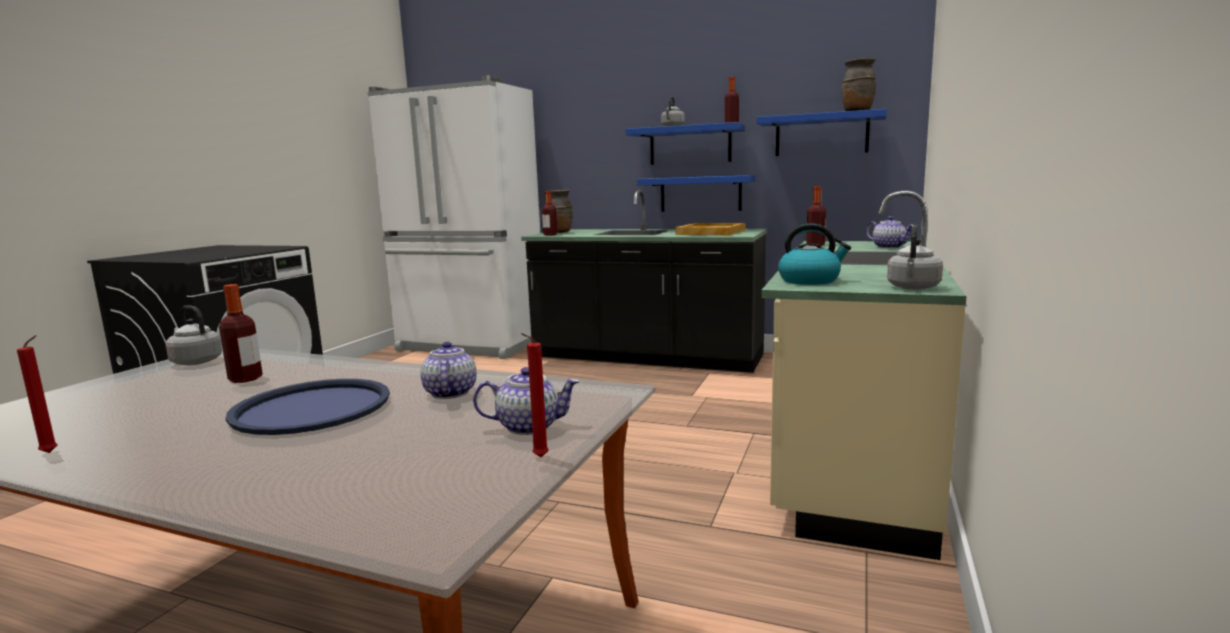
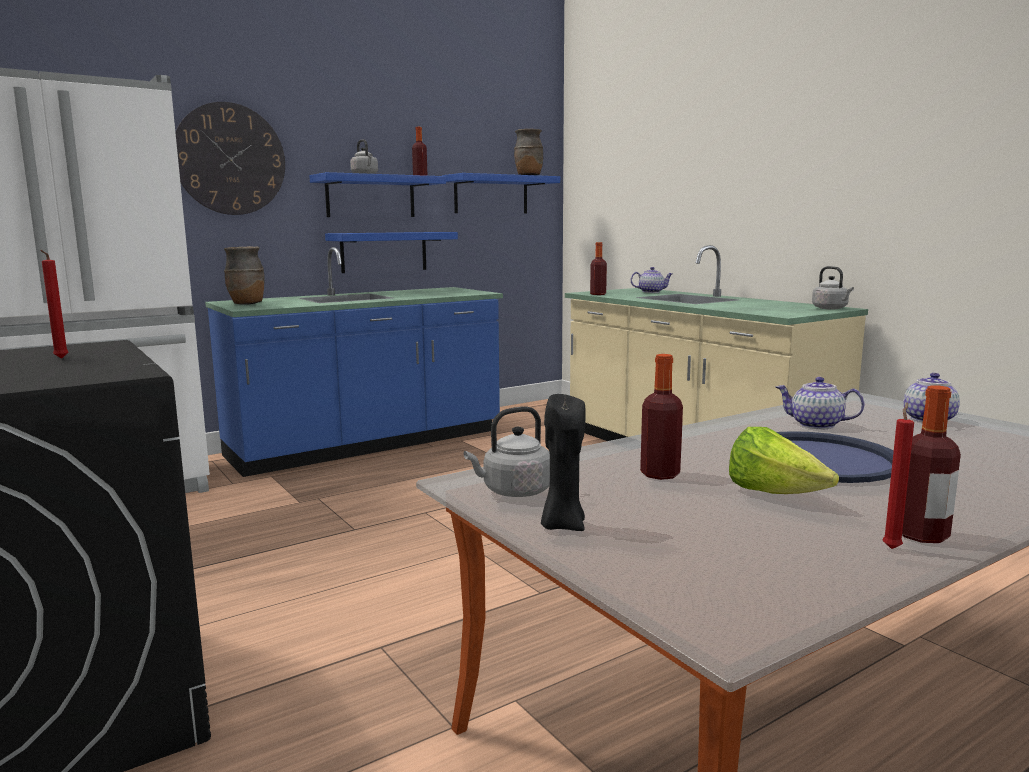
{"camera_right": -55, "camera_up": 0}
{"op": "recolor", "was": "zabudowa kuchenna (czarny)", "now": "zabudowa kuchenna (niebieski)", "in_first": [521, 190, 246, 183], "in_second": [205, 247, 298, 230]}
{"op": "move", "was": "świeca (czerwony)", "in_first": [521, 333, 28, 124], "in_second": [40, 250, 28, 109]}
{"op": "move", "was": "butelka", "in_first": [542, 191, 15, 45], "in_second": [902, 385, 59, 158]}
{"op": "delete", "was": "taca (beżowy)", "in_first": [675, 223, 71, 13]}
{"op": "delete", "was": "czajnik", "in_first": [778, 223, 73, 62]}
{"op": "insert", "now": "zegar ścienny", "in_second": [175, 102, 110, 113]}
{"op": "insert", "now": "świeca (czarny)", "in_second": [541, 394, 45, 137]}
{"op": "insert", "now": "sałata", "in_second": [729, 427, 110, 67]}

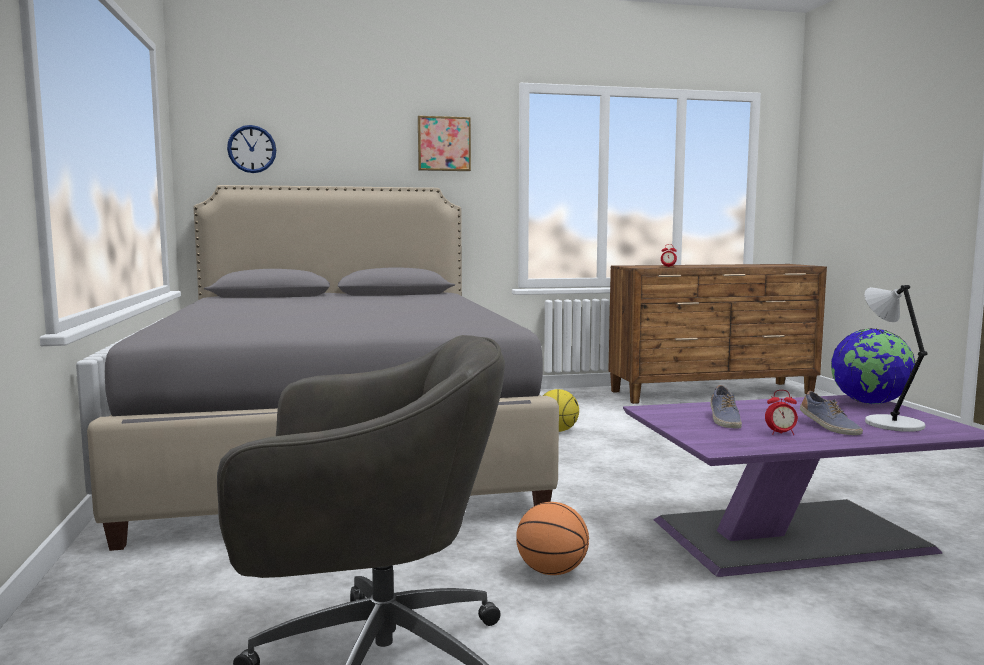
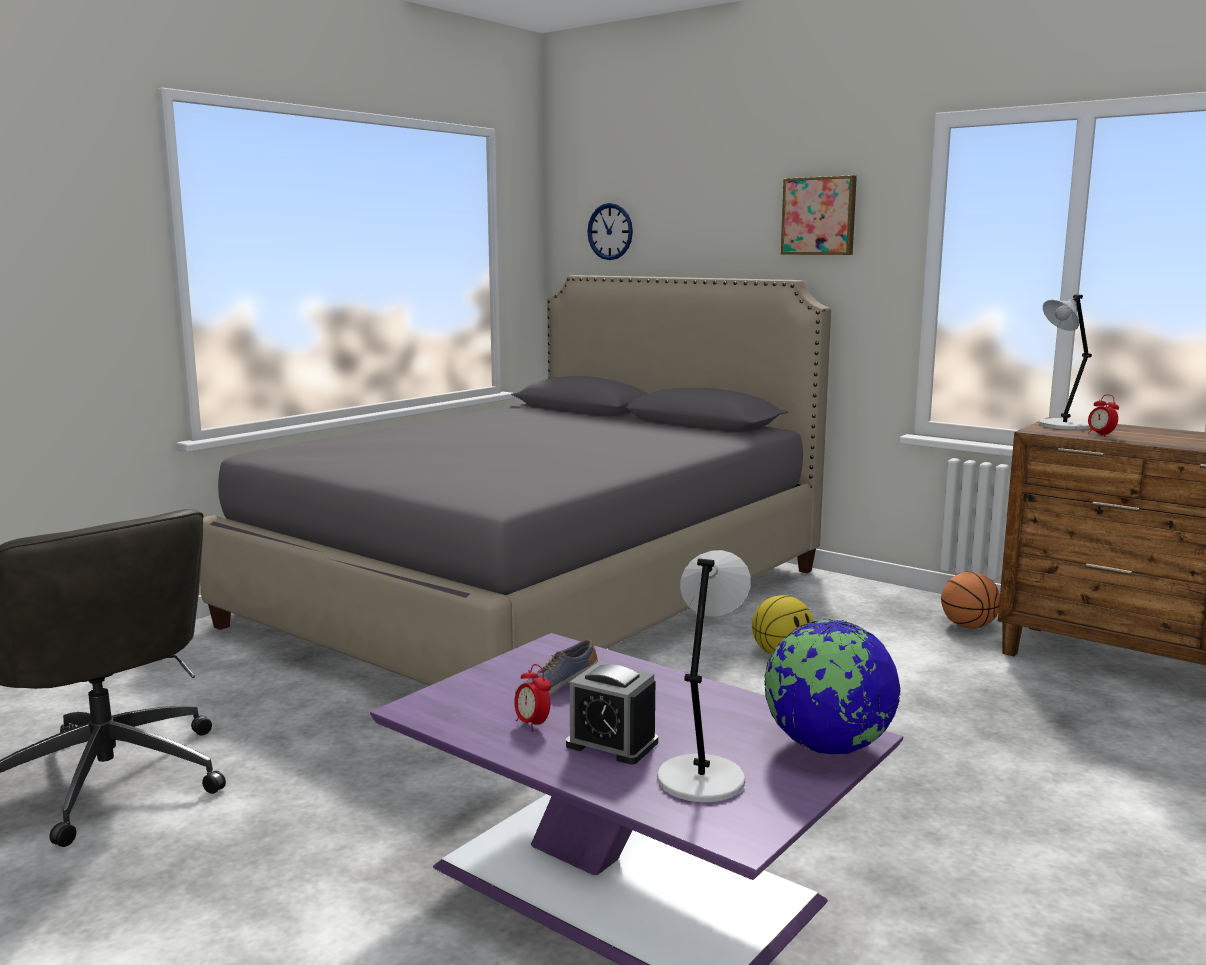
{"camera_right": 50, "camera_up": 5}
{"op": "move", "was": "piłka do koszykówki", "in_first": [516, 502, 73, 73], "in_second": [941, 572, 59, 57]}
{"op": "replace", "was": "but", "now": "budzik", "in_first": [800, 391, 63, 44], "in_second": [566, 662, 92, 102]}
{"op": "insert", "now": "lampa stołowa (szary)", "in_second": [1039, 294, 53, 136]}

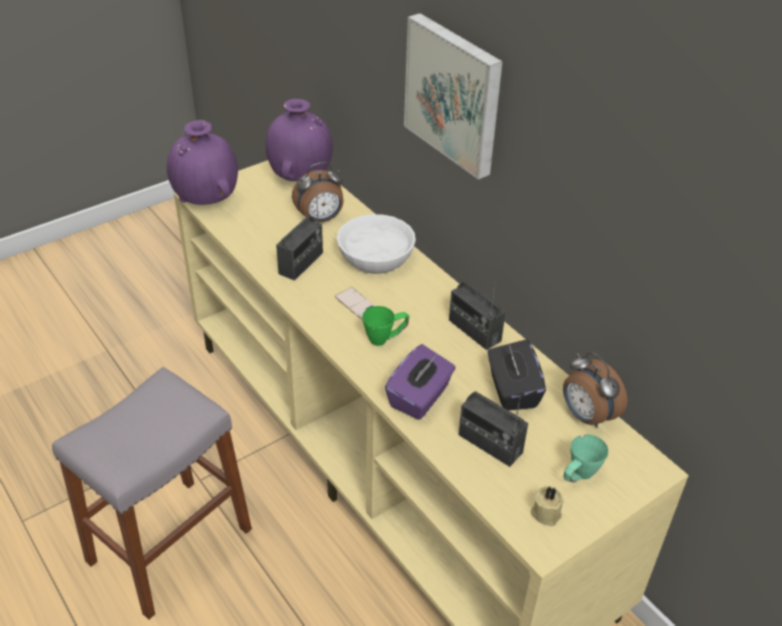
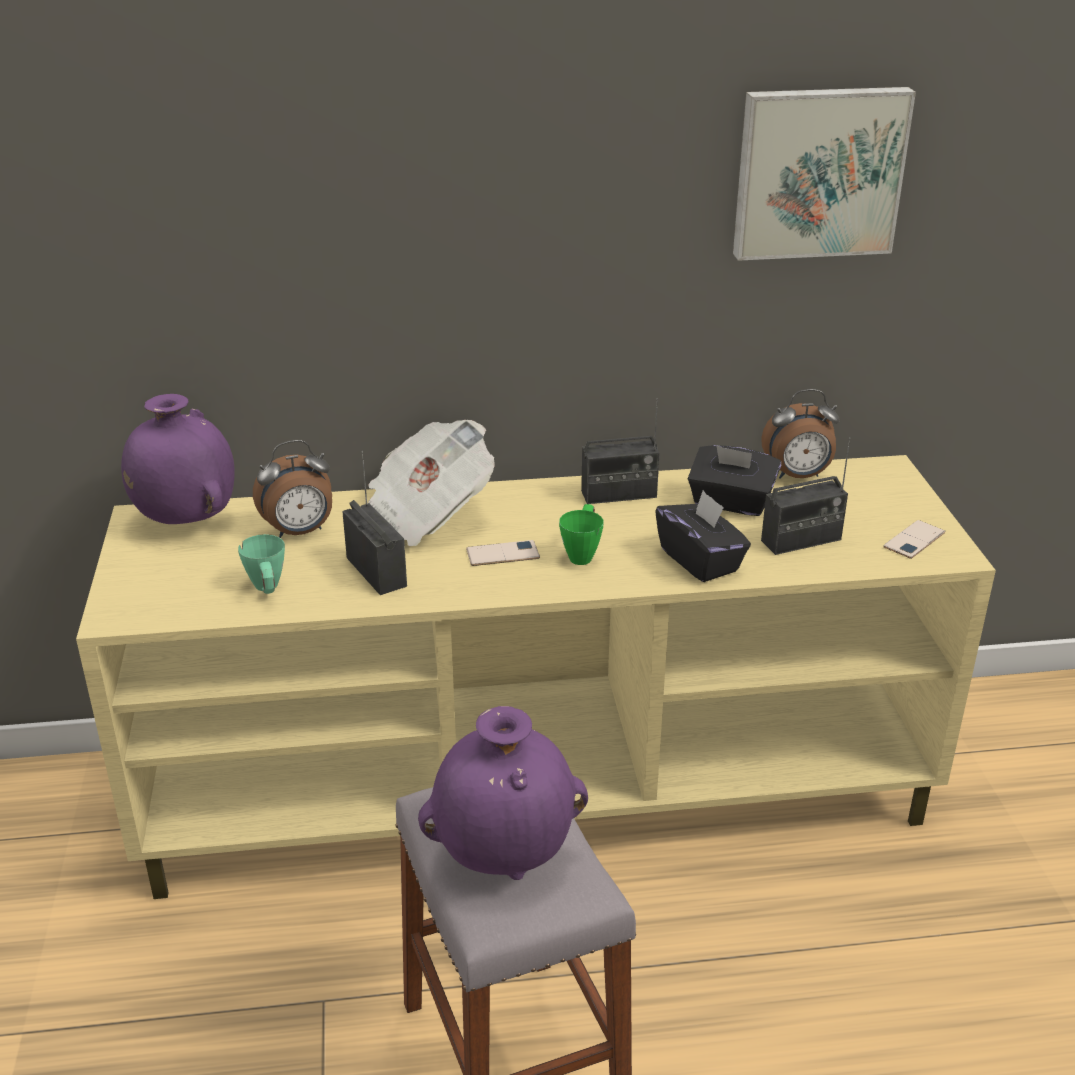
{"camera_right": -60, "camera_up": -10}
{"op": "move", "was": "wazon (fioletowy)", "in_first": [167, 120, 71, 85], "in_second": [418, 706, 170, 174]}
{"op": "rotate", "was": "budzik", "in_first": [292, 162, 52, 60], "in_second": [253, 440, 79, 98], "clockwise": 60}
{"op": "replace", "was": "miska (biały)", "now": "gazeta", "in_first": [337, 214, 79, 60], "in_second": [367, 420, 128, 126]}
{"op": "recolor", "was": "pudełko chusteczek (fioletowy)", "now": "pudełko chusteczek (czarny)", "in_first": [385, 344, 71, 76], "in_second": [655, 490, 96, 92]}
{"op": "move", "was": "obraz", "in_first": [404, 13, 99, 167], "in_second": [733, 87, 183, 174]}
{"op": "replace", "was": "świeca (beżowy)", "now": "telefon", "in_first": [530, 486, 34, 40], "in_second": [883, 520, 62, 39]}
{"op": "move", "was": "kubek (zielony)", "in_first": [563, 434, 46, 49], "in_second": [238, 534, 47, 60]}

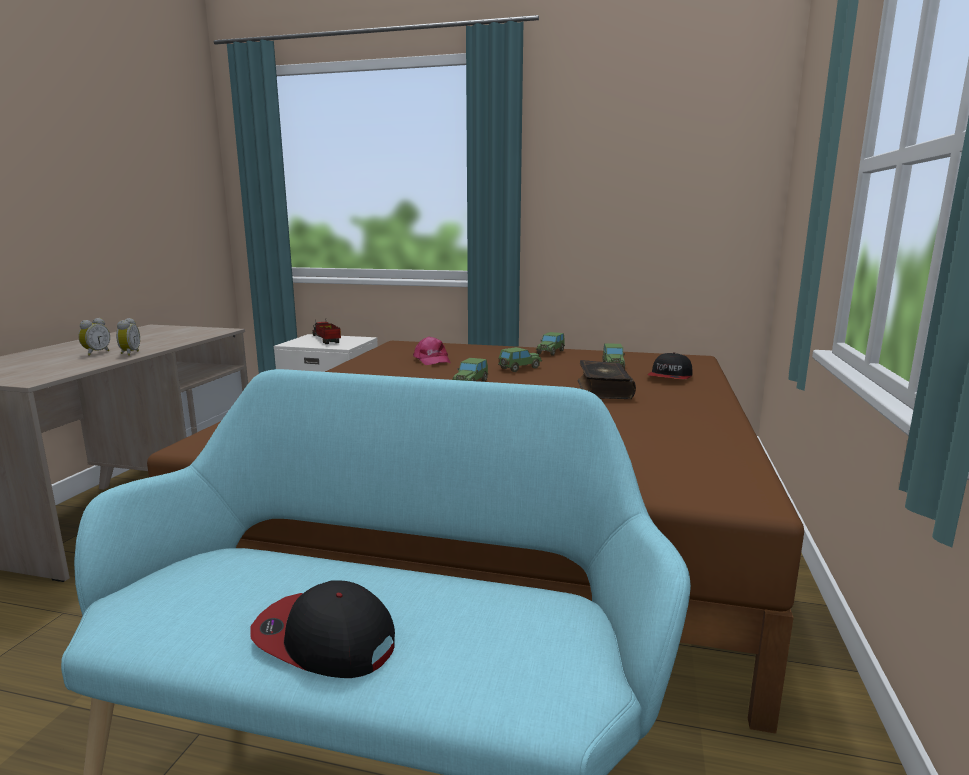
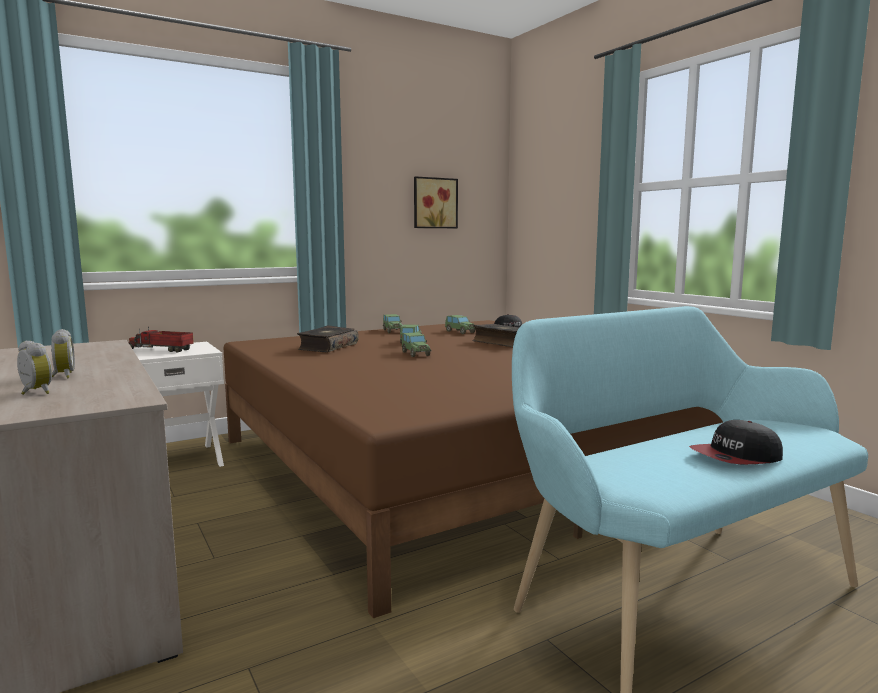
{"camera_right": -45, "camera_up": -5}
{"op": "move", "was": "budzik", "in_first": [116, 318, 24, 38], "in_second": [17, 340, 35, 55]}
{"op": "replace", "was": "czapka z daszkiem (różowy)", "now": "książka", "in_first": [413, 336, 38, 29], "in_second": [297, 325, 62, 28]}
{"op": "insert", "now": "obraz", "in_second": [414, 176, 44, 52]}

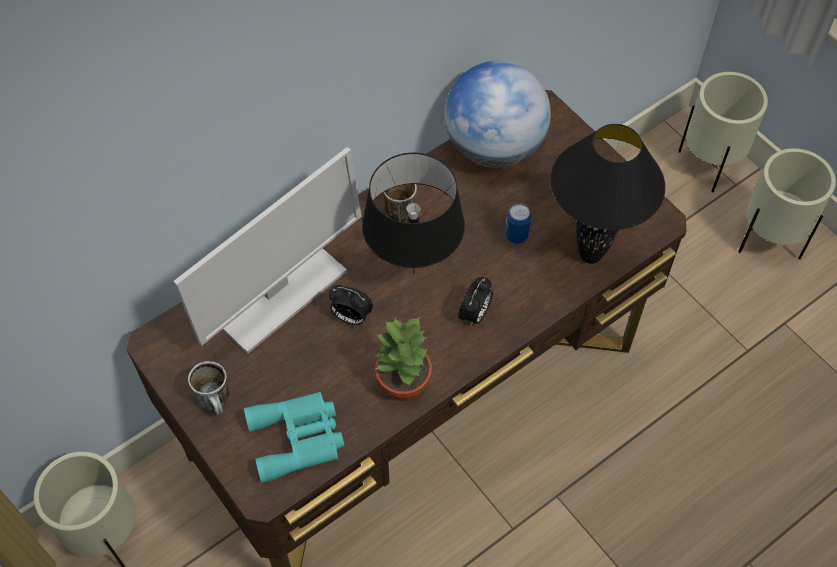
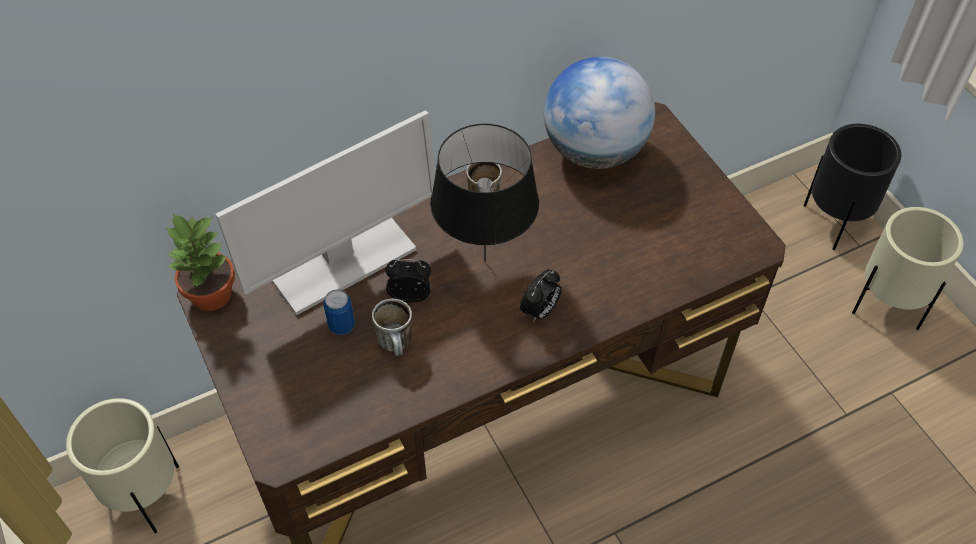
{"camera_right": 10, "camera_up": -5}
{"op": "move", "was": "kubek", "in_first": [188, 361, 41, 54], "in_second": [372, 298, 40, 58]}
{"op": "delete", "was": "lornetka (turkusowy)", "in_first": [244, 392, 101, 91]}
{"op": "rotate", "was": "budzik", "in_first": [328, 285, 45, 40], "in_second": [385, 259, 46, 44], "clockwise": 150}
{"op": "move", "was": "roślina doniczkowa", "in_first": [375, 317, 57, 84], "in_second": [166, 214, 69, 97]}
{"op": "move", "was": "puszka", "in_first": [505, 204, 27, 40], "in_second": [323, 289, 32, 46]}
{"op": "delete", "was": "lampa stołowa (czarny)", "in_first": [551, 124, 114, 140]}
{"op": "recolor", "was": "donica (beżowy)", "now": "donica (czarny)", "in_first": [678, 72, 90, 121], "in_second": [804, 124, 97, 126]}

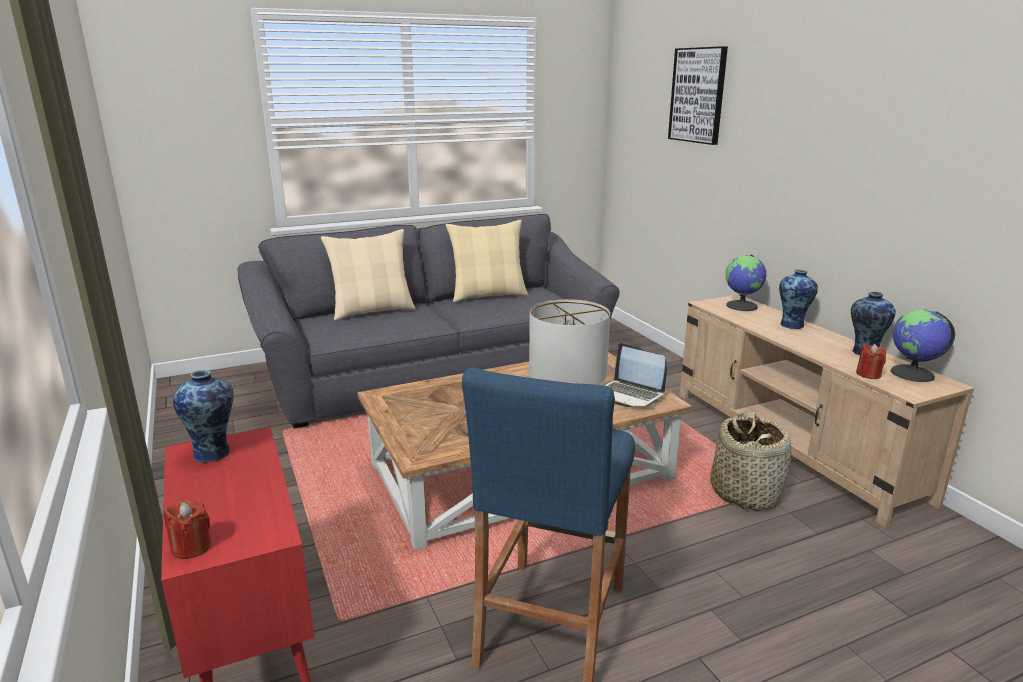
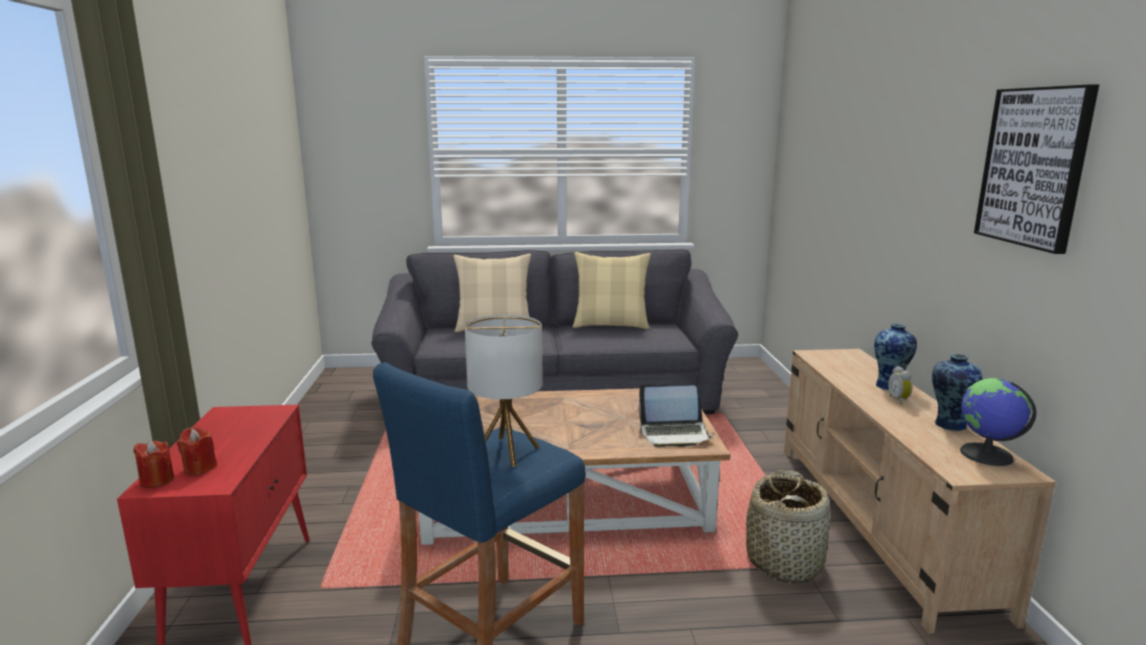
{"camera_right": 20, "camera_up": -5}
{"op": "delete", "was": "wazon", "in_first": [173, 370, 61, 93]}
{"op": "rotate", "was": "laptop", "in_first": [604, 343, 63, 64], "in_second": [638, 384, 75, 63], "clockwise": -60}
{"op": "move", "was": "obraz", "in_first": [668, 46, 60, 99], "in_second": [974, 84, 125, 170]}
{"op": "delete", "was": "globus", "in_first": [726, 254, 41, 57]}
{"op": "move", "was": "świeca (czerwony)", "in_first": [856, 344, 30, 35], "in_second": [177, 427, 40, 48]}
{"op": "insert", "now": "budzik", "in_second": [888, 366, 24, 39]}

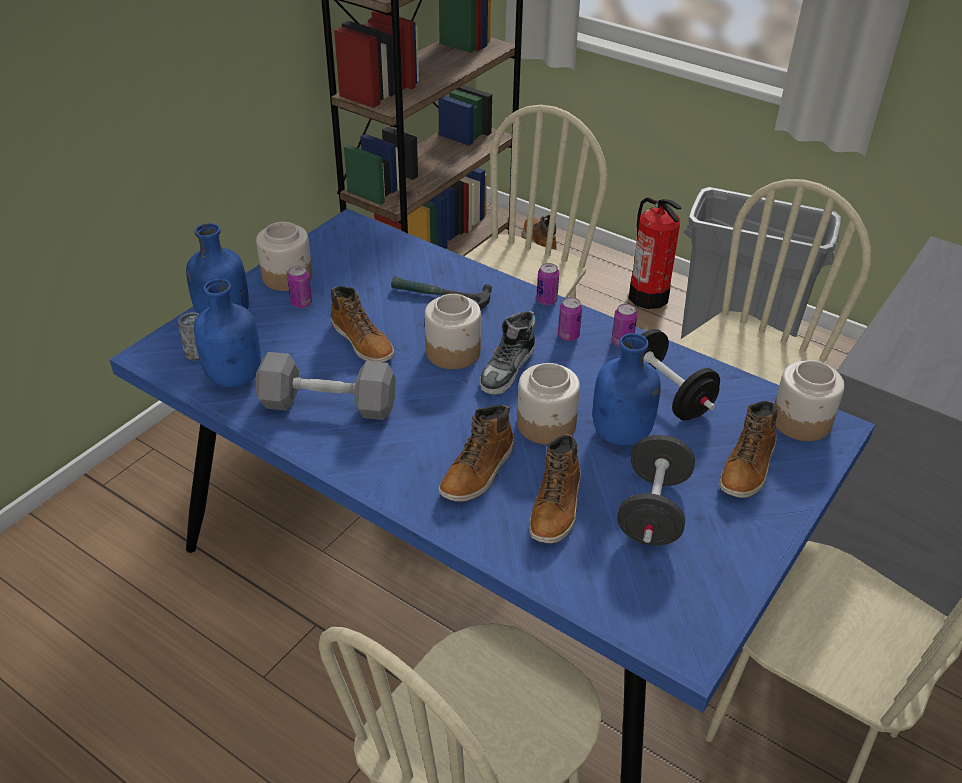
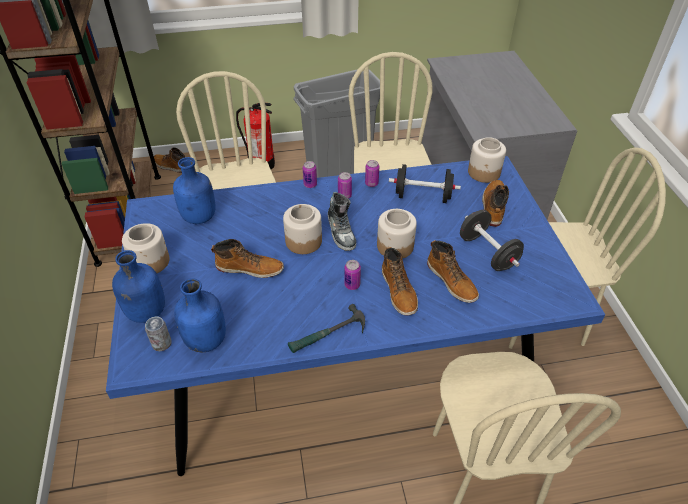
{"camera_right": -45, "camera_up": 5}
{"op": "delete", "was": "hantel (szary)", "in_first": [255, 352, 141, 68]}
{"op": "move", "was": "puszka", "in_first": [287, 266, 25, 42], "in_second": [344, 260, 17, 30]}
{"op": "move", "was": "młotek", "in_first": [391, 276, 101, 33], "in_second": [288, 304, 77, 49]}
{"op": "move", "was": "butelka (niebieski)", "in_first": [593, 333, 68, 113], "in_second": [173, 157, 42, 67]}
{"op": "rotate", "was": "but z cholewką", "in_first": [719, 401, 59, 97], "in_second": [482, 180, 27, 47], "clockwise": -150}

